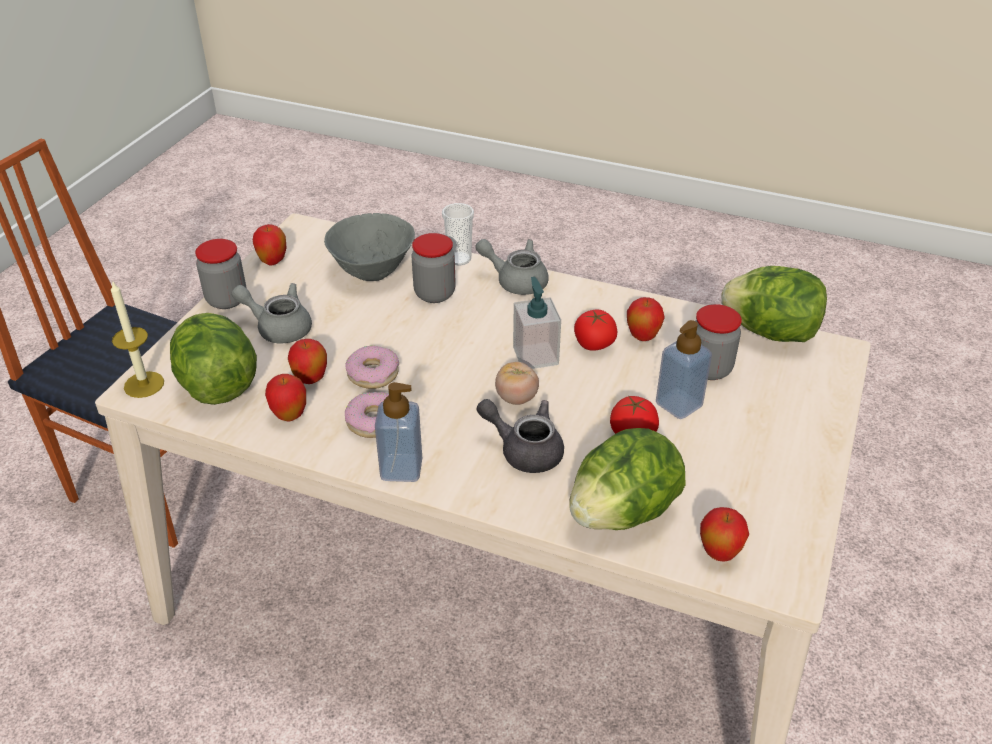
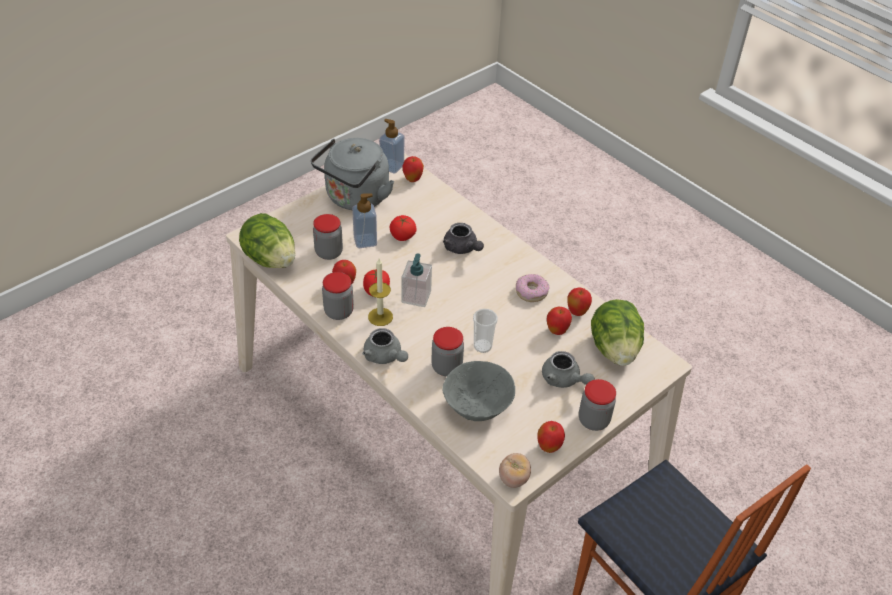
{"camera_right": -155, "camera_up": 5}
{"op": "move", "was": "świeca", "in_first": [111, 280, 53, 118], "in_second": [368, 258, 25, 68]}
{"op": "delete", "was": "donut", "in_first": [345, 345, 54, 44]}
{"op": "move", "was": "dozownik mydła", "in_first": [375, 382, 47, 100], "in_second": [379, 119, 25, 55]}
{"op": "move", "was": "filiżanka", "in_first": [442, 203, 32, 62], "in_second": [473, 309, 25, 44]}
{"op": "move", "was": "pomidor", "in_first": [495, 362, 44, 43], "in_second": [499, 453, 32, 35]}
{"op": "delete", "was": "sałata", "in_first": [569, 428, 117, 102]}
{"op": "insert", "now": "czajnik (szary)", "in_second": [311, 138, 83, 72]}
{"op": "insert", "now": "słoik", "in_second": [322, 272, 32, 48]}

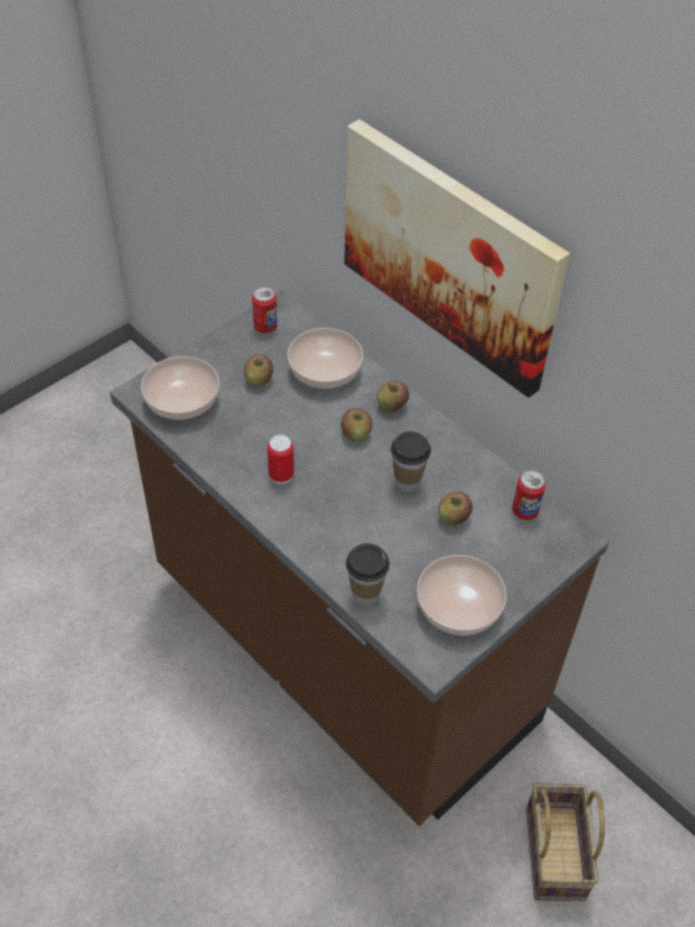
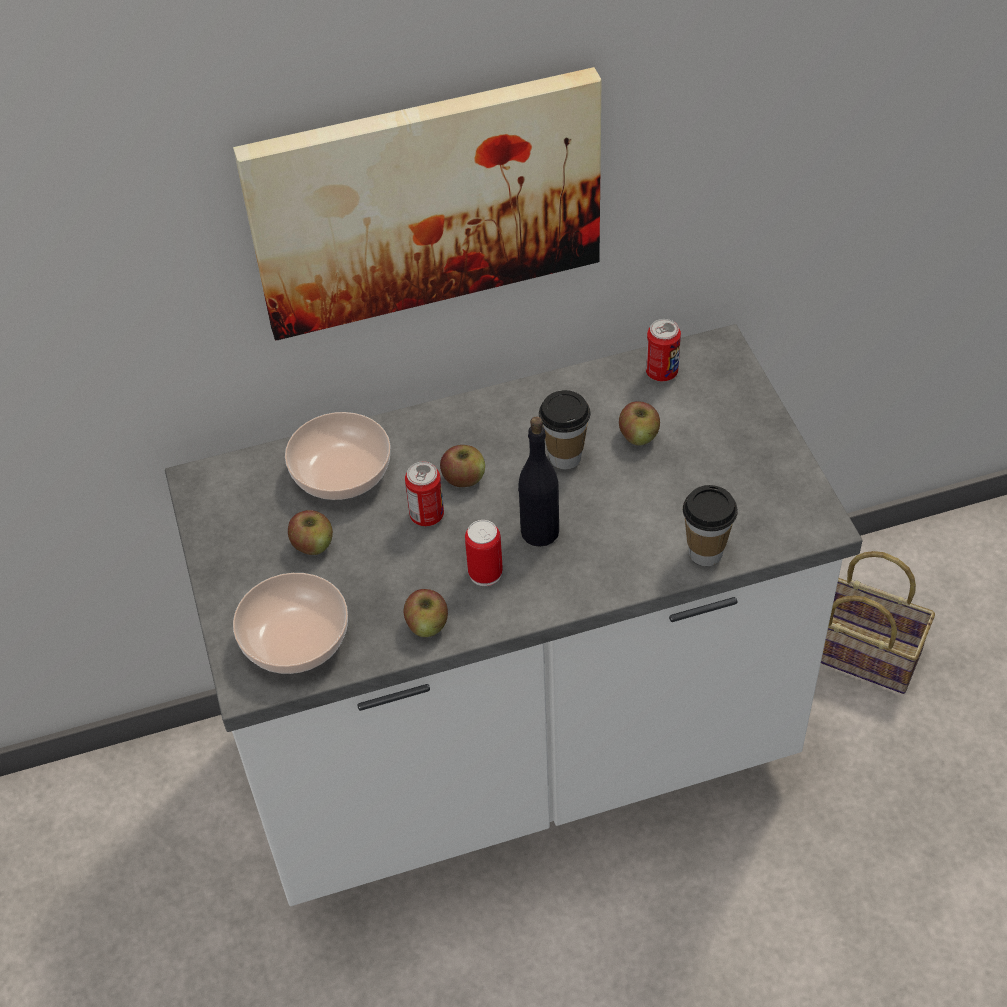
{"camera_right": -60, "camera_up": 0}
{"op": "recolor", "was": "zabudowa kuchenna (brązowy)", "now": "zabudowa kuchenna (biały)", "in_first": [110, 290, 499, 536], "in_second": [165, 324, 697, 582]}
{"op": "move", "was": "puszka", "in_first": [252, 287, 25, 46], "in_second": [405, 462, 39, 64]}
{"op": "move", "was": "jabłko", "in_first": [377, 381, 32, 31], "in_second": [403, 589, 45, 48]}
{"op": "delete", "was": "miska", "in_first": [417, 555, 90, 80]}
{"op": "insert", "now": "butelka (czarny)", "in_second": [518, 417, 41, 130]}

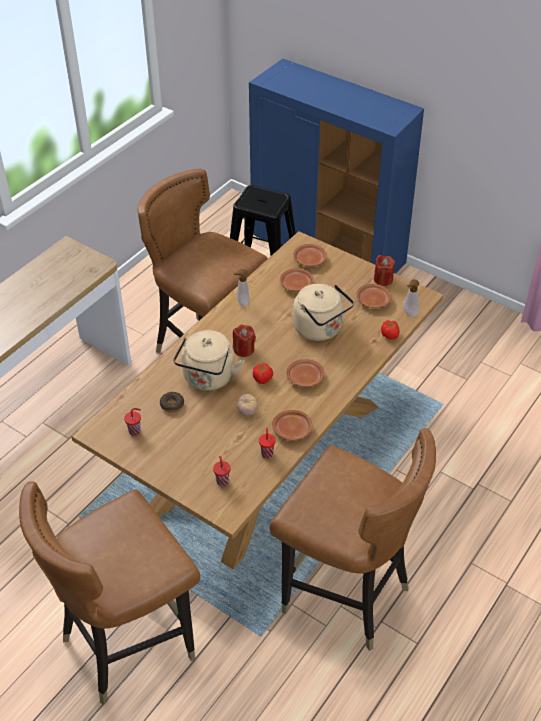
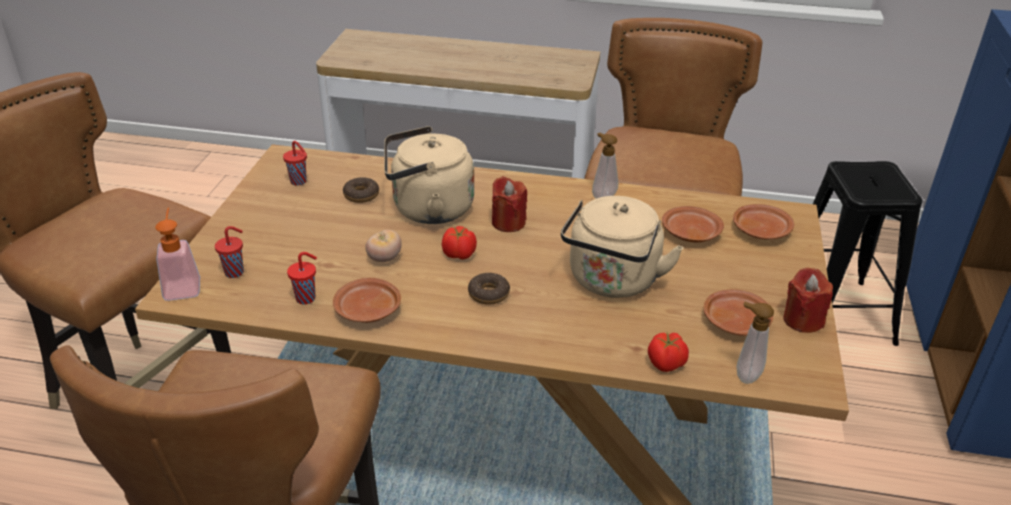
{"camera_right": 65, "camera_up": -10}
{"op": "replace", "was": "talerz (brązowy)", "now": "donut", "in_first": [286, 359, 38, 28], "in_second": [468, 273, 42, 32]}
{"op": "insert", "now": "dozownik mydła", "in_second": [155, 208, 45, 93]}

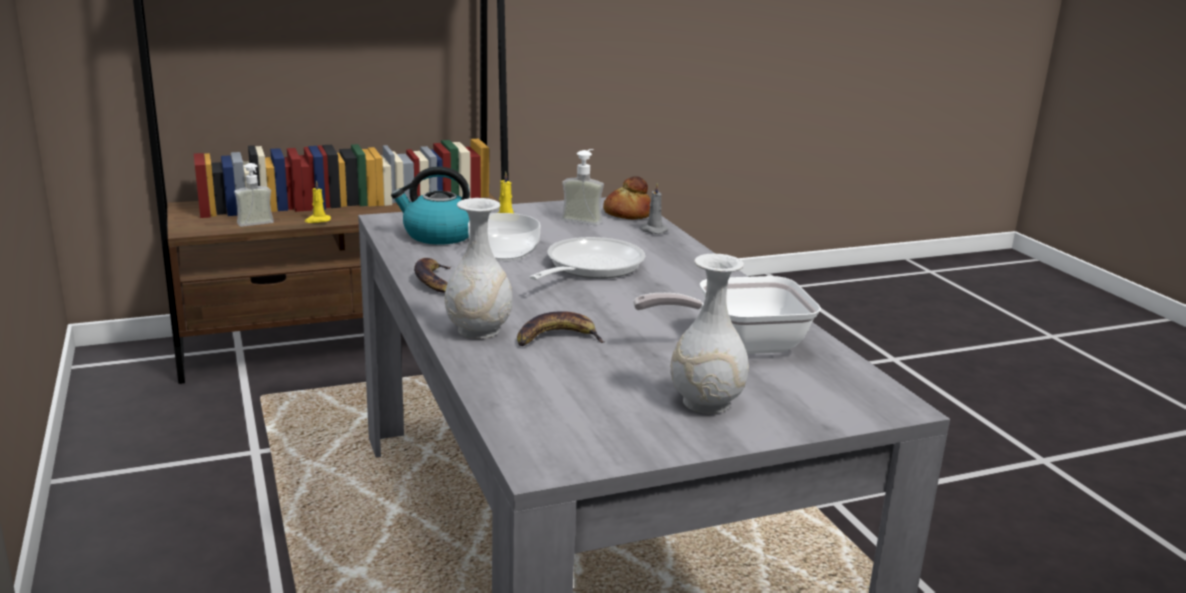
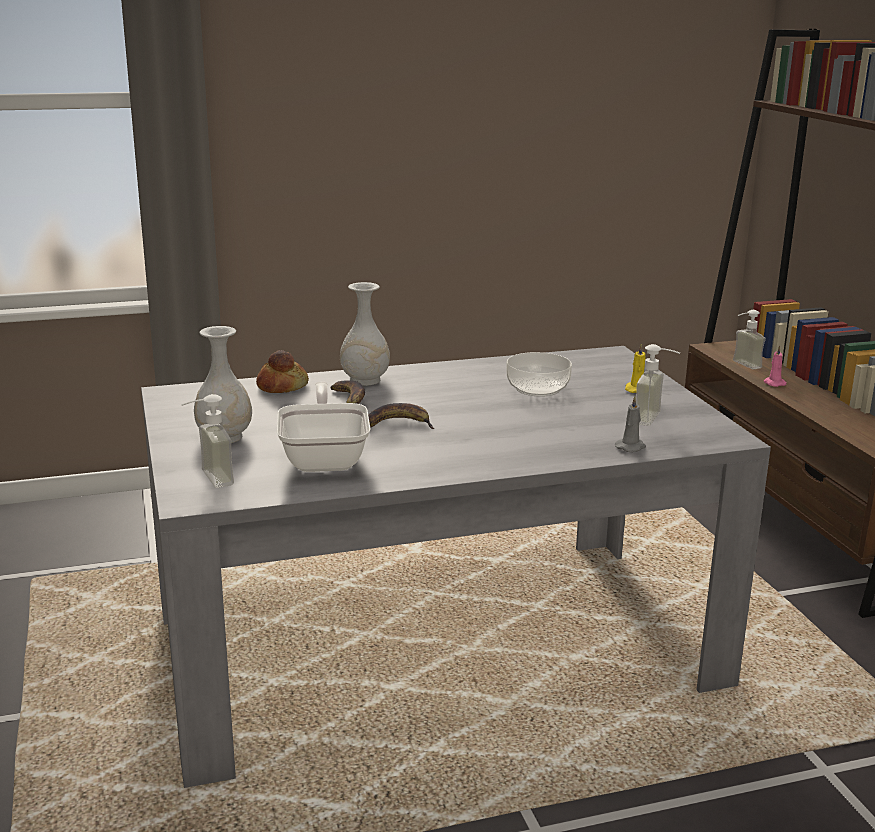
{"camera_right": 95, "camera_up": 0}
{"op": "recolor", "was": "świeca (żółty)", "now": "świeca (różowy)", "in_first": [305, 181, 26, 42], "in_second": [763, 345, 23, 42]}
{"op": "delete", "was": "czajnik", "in_first": [391, 167, 79, 78]}
{"op": "move", "was": "banan", "in_first": [414, 258, 38, 35], "in_second": [368, 403, 67, 26]}
{"op": "delete", "was": "patelnia", "in_first": [529, 237, 116, 43]}
{"op": "move", "was": "chleb", "in_first": [603, 176, 48, 43], "in_second": [256, 350, 53, 43]}
{"op": "insert", "now": "dozownik mydła", "in_second": [181, 394, 53, 94]}

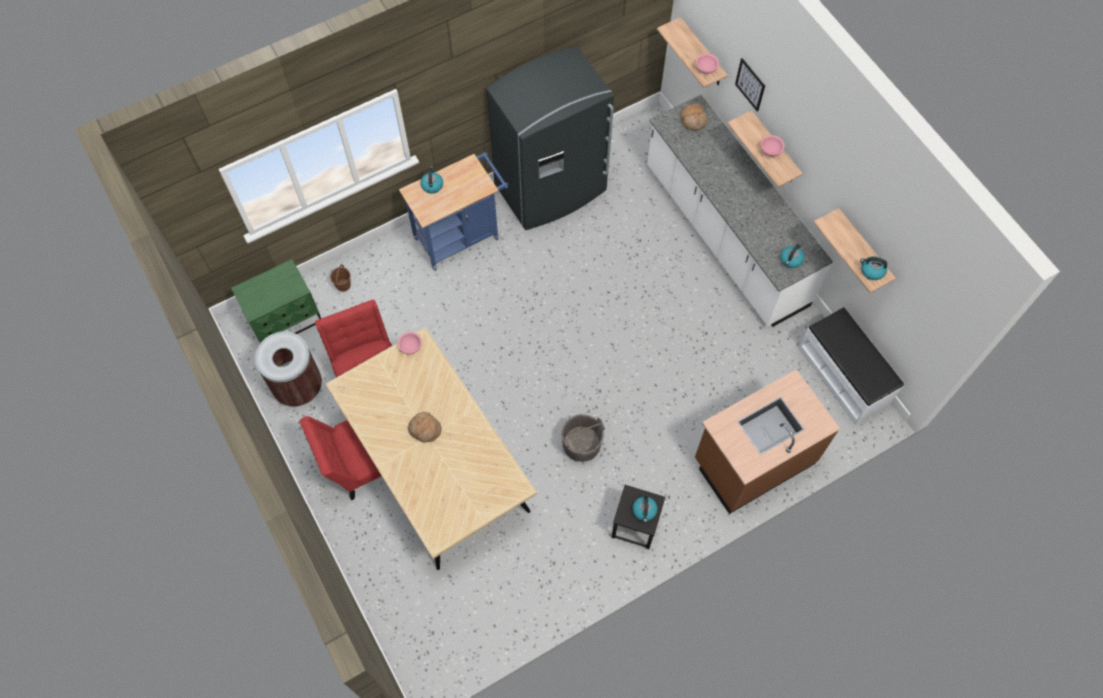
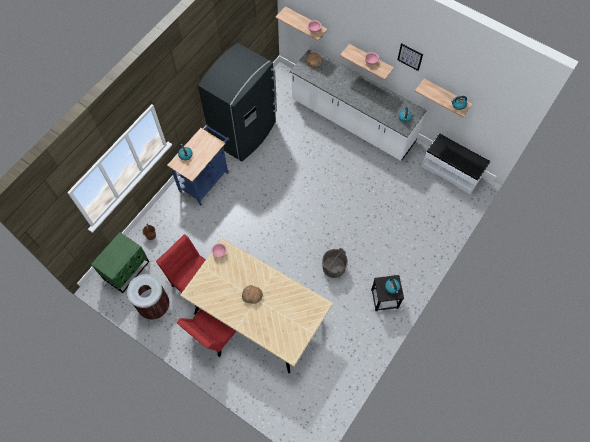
{"camera_right": -25, "camera_up": 0}
{"op": "delete", "was": "zabudowa kuchenna (brązowy)", "in_first": [695, 369, 145, 145]}
{"op": "move", "was": "obraz", "in_first": [735, 58, 30, 54], "in_second": [397, 43, 26, 28]}

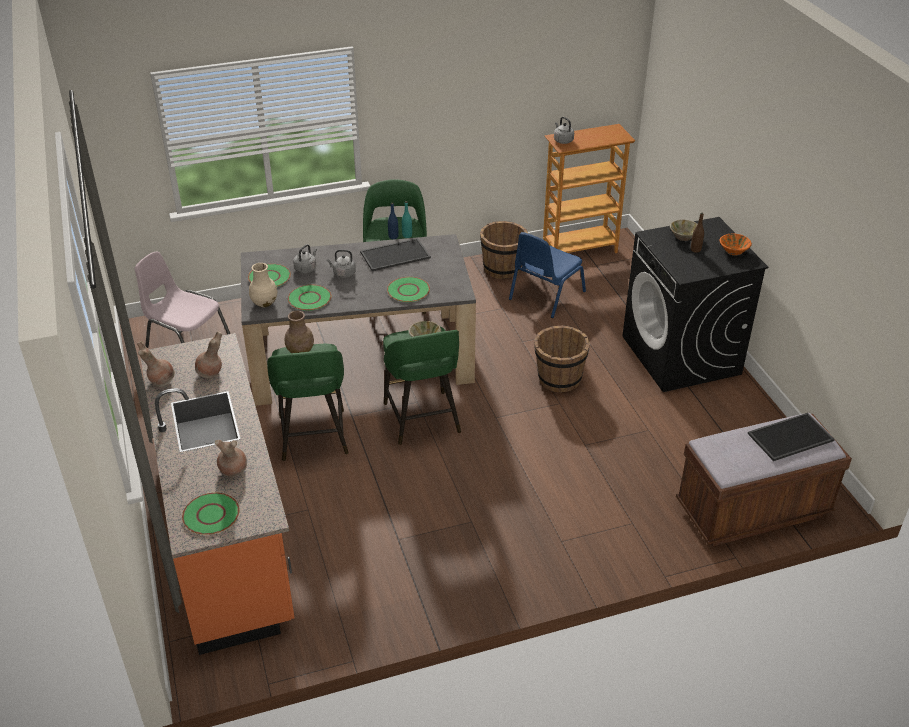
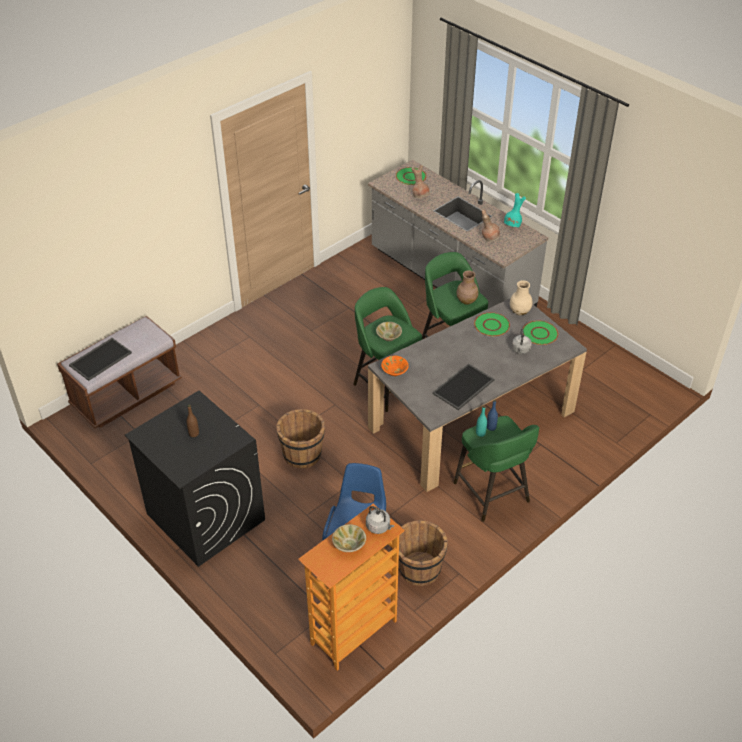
{"camera_right": 155, "camera_up": 5}
{"op": "delete", "was": "krzesło (różowy)", "in_first": [135, 251, 95, 97]}
{"op": "recolor", "was": "wazon (brązowy)", "now": "wazon (turkusowy)", "in_first": [137, 341, 38, 46], "in_second": [504, 193, 22, 34]}
{"op": "recolor", "was": "zabudowa kuchenna (pomarańczowy)", "now": "zabudowa kuchenna (szary)", "in_first": [141, 333, 154, 322], "in_second": [368, 160, 181, 149]}
{"op": "delete", "was": "czajnik (szary)", "in_first": [327, 250, 29, 28]}
{"op": "delete", "was": "talerz (zielony)", "in_first": [387, 277, 43, 25]}
{"op": "move", "was": "miska (beżowy)", "in_first": [670, 219, 27, 22], "in_second": [332, 524, 34, 28]}
{"op": "move", "was": "miska (pomarańczowy)", "in_first": [720, 233, 32, 23], "in_second": [381, 356, 28, 21]}

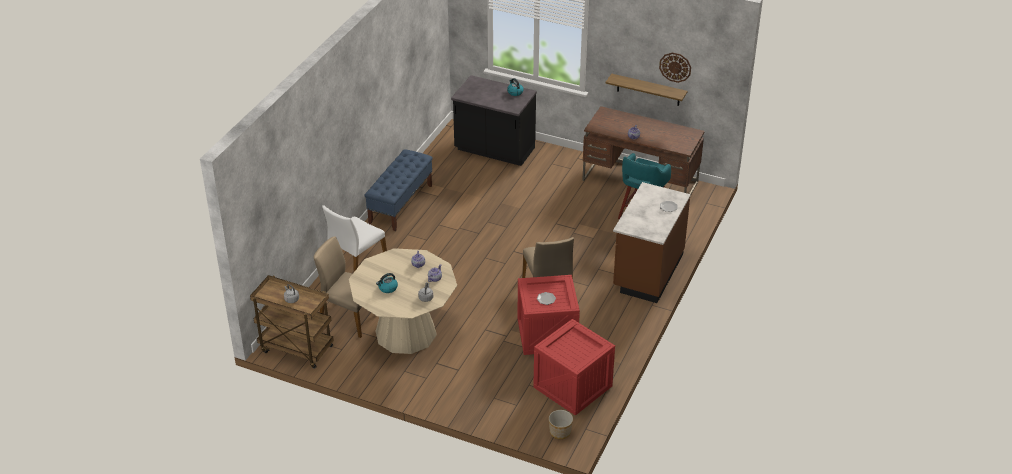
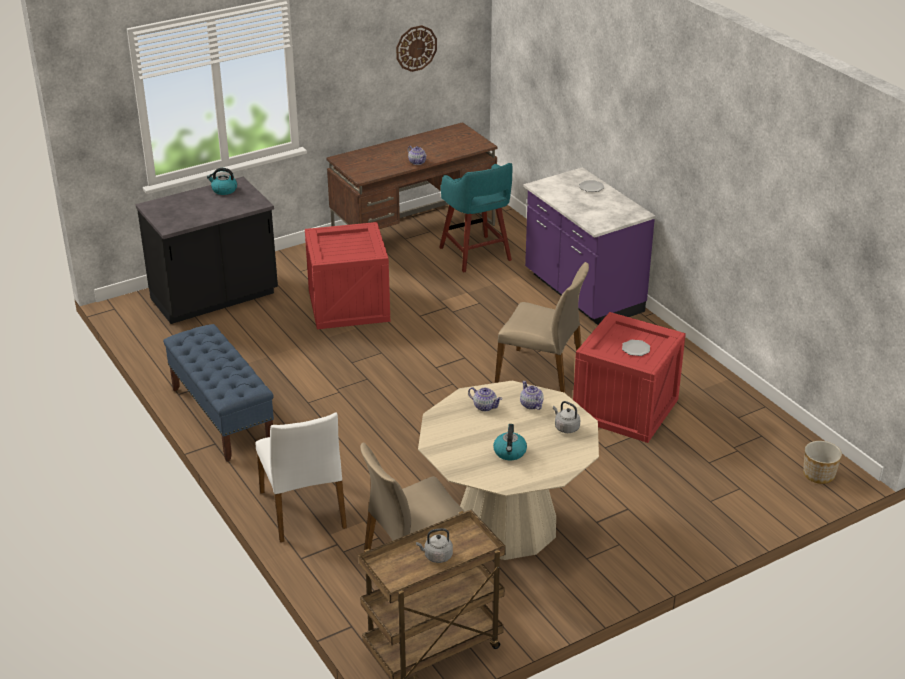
{"camera_right": -55, "camera_up": -5}
{"op": "move", "was": "skrzynka", "in_first": [533, 319, 82, 97], "in_second": [305, 222, 85, 107]}
{"op": "delete", "was": "półka", "in_first": [605, 74, 82, 32]}
{"op": "recolor", "was": "zabudowa kuchenna (brązowy)", "now": "zabudowa kuchenna (fioletowy)", "in_first": [613, 182, 78, 121], "in_second": [524, 167, 131, 158]}

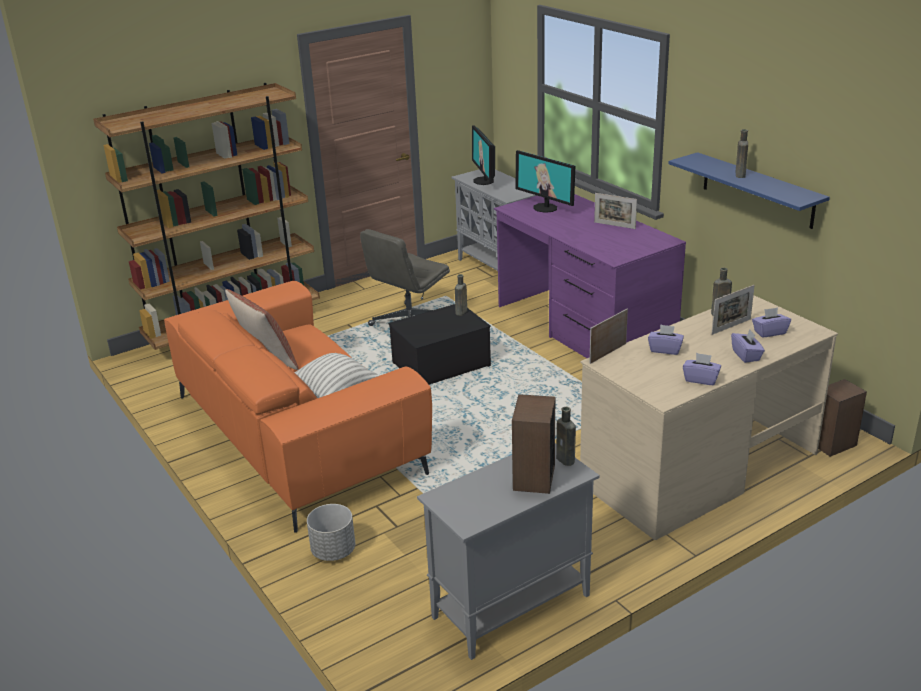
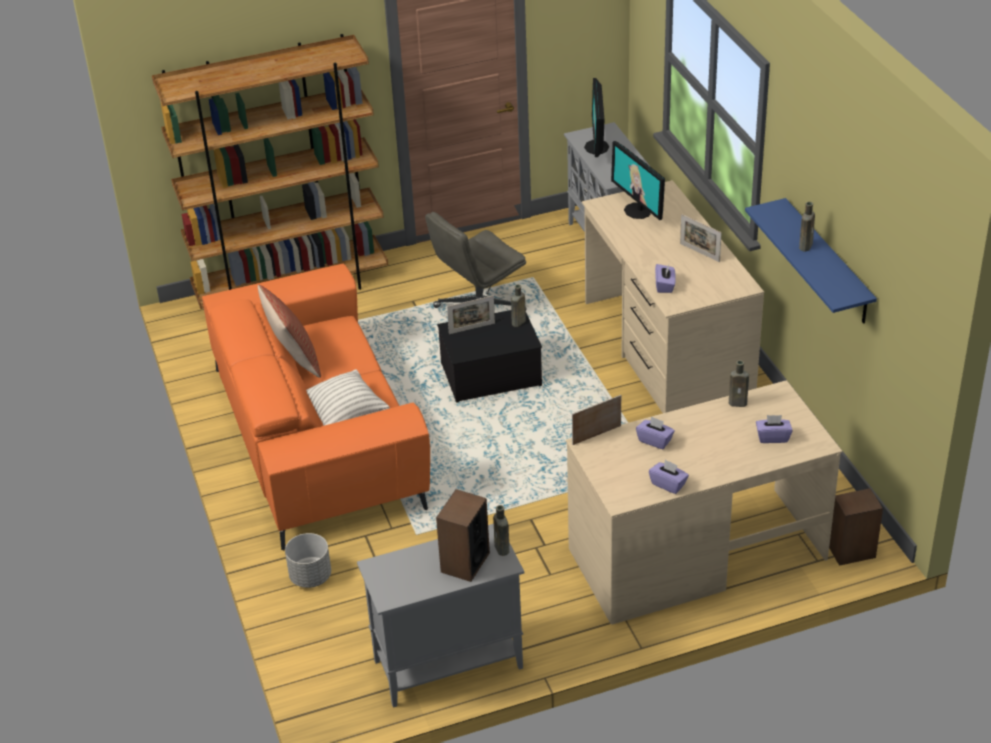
{"camera_right": 15, "camera_up": 10}
{"op": "recolor", "was": "biurko (fioletowy)", "now": "biurko (beżowy)", "in_first": [494, 194, 192, 164], "in_second": [582, 180, 182, 233]}
{"op": "move", "was": "ramka na zdjęcie", "in_first": [712, 285, 43, 50], "in_second": [447, 296, 48, 38]}
{"op": "move", "was": "pudełko chusteczek (fioletowy)", "in_first": [731, 330, 34, 33], "in_second": [655, 264, 21, 29]}

